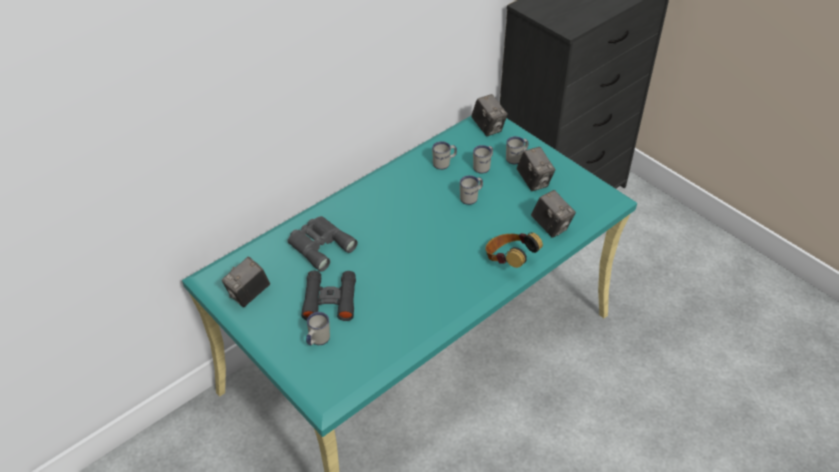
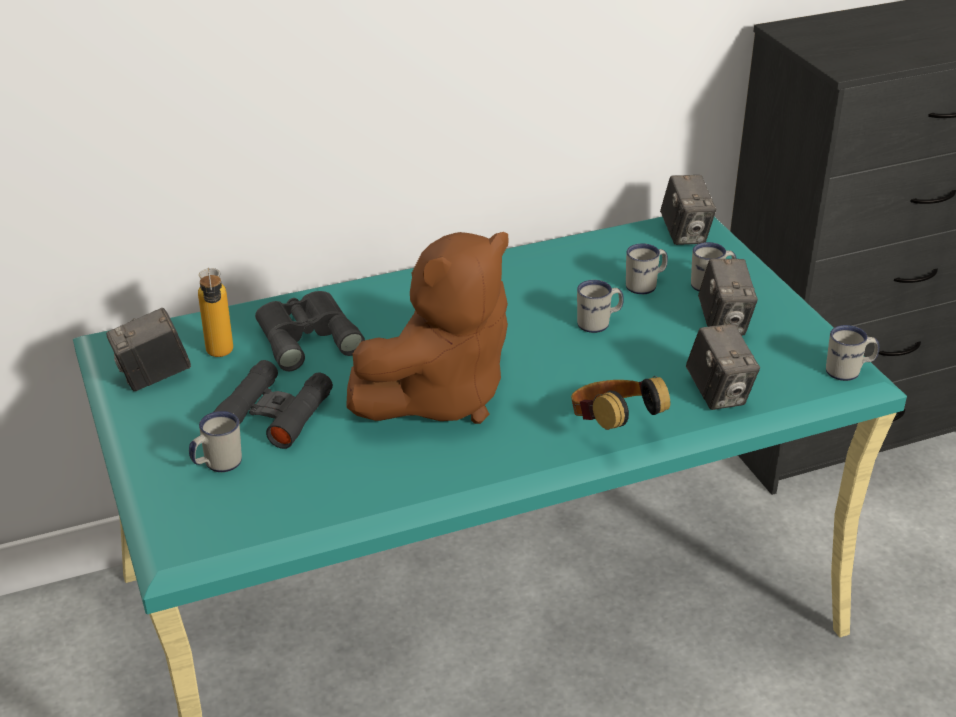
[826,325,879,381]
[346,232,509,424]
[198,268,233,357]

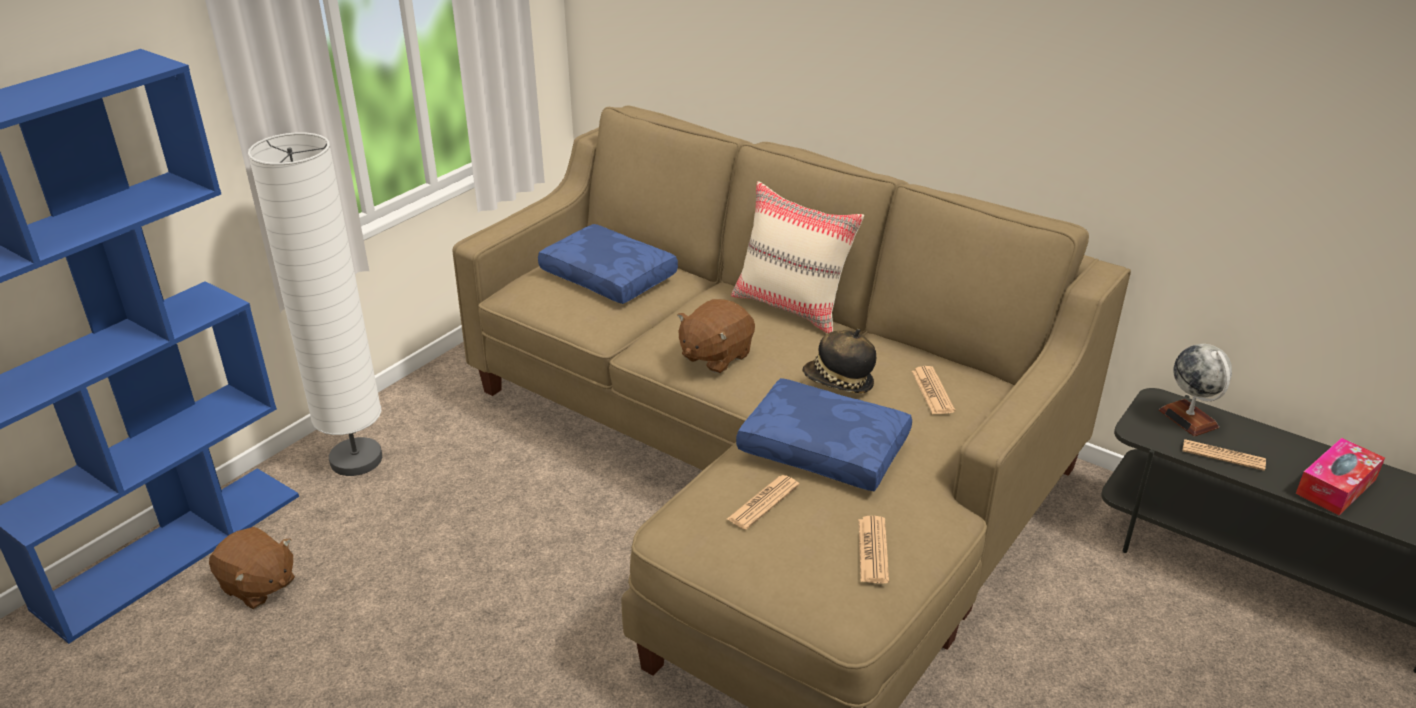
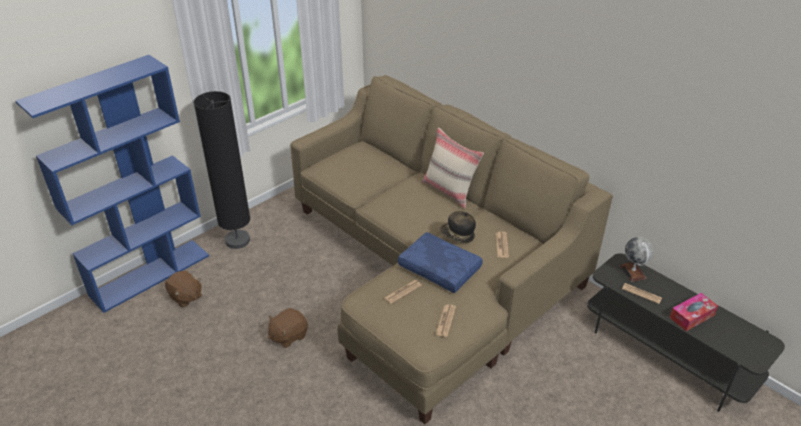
[193,91,250,249]
[538,224,678,304] (first image)
[268,308,308,348]

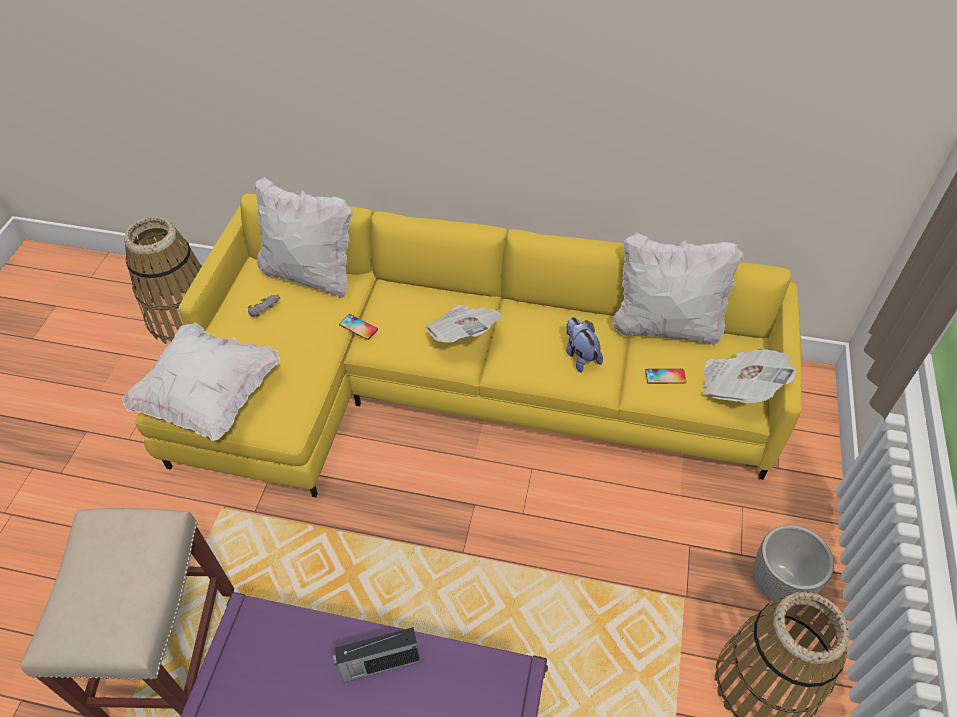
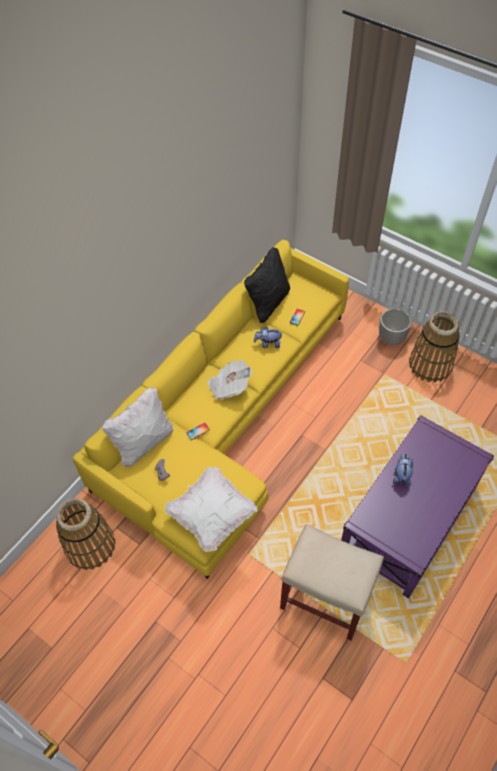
[244,247,290,323]
[703,348,796,404] (first image)
[393,453,413,487]

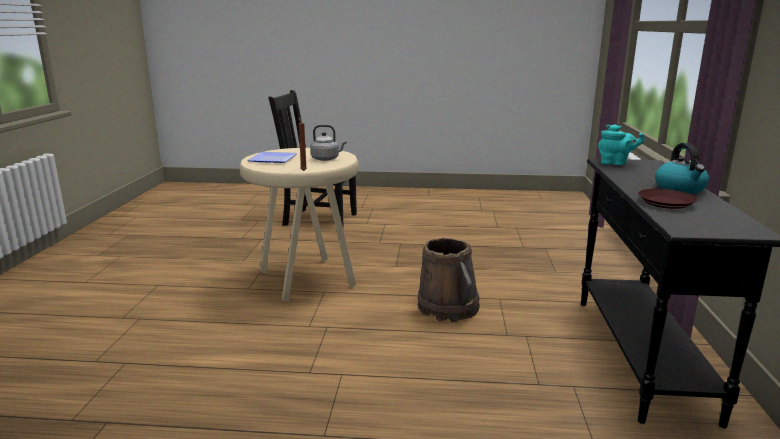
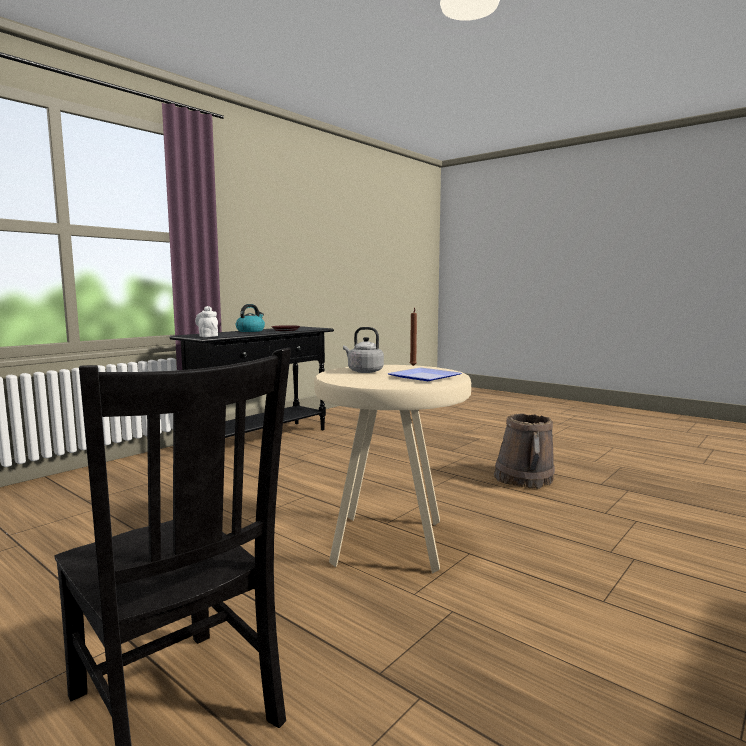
[195,306,218,337]
[494,413,555,489]

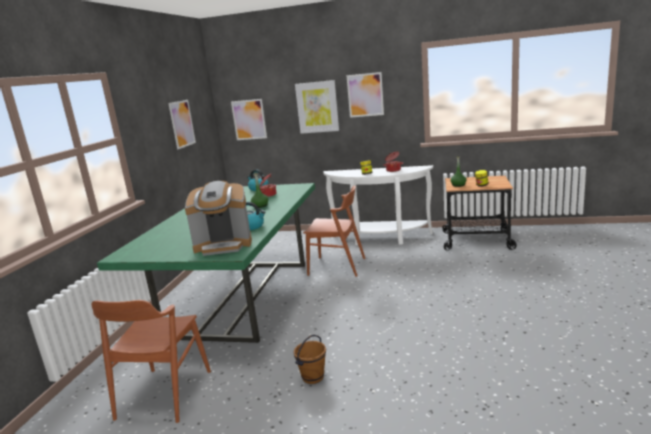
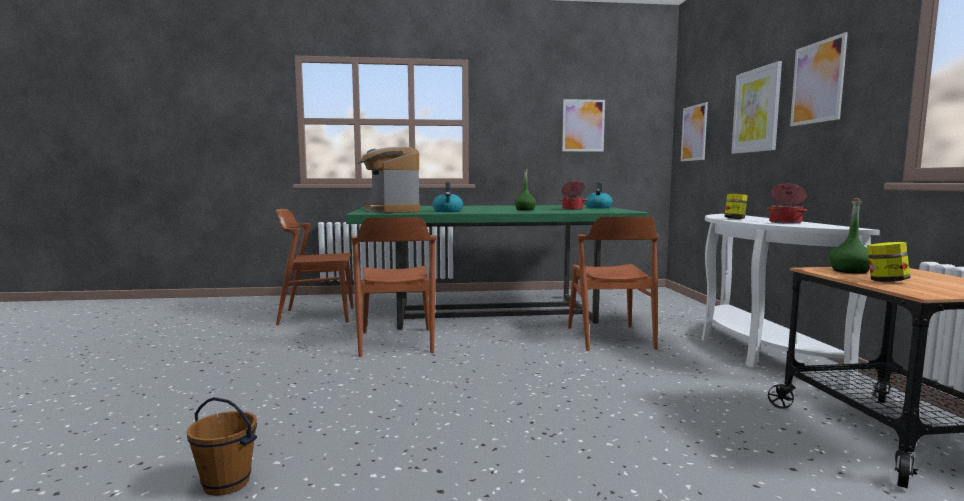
[186,397,257,496]
[351,217,436,357]

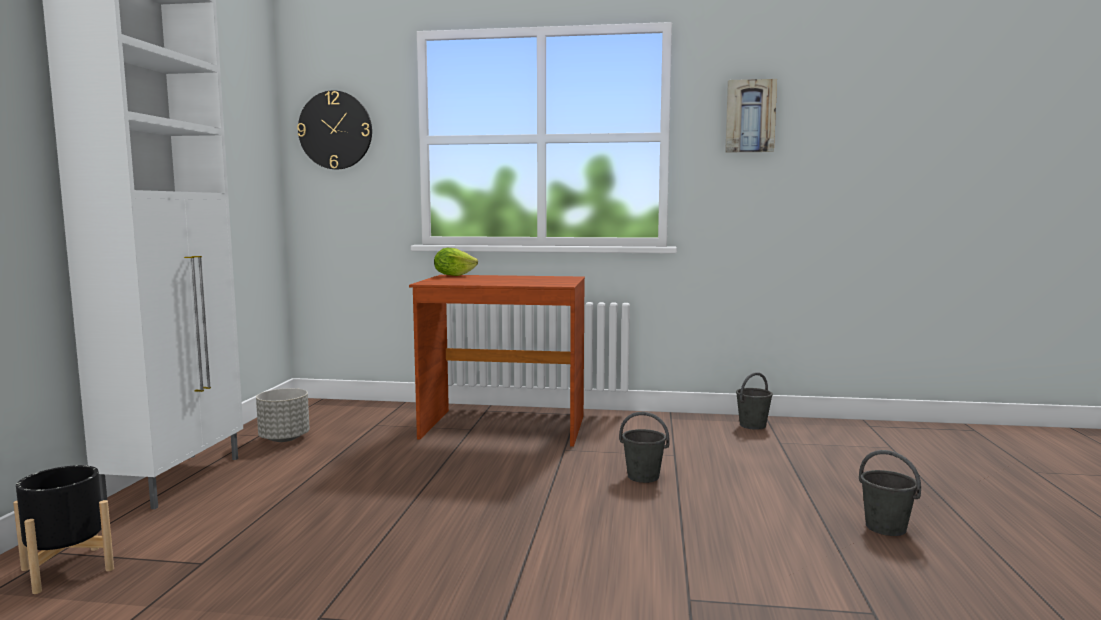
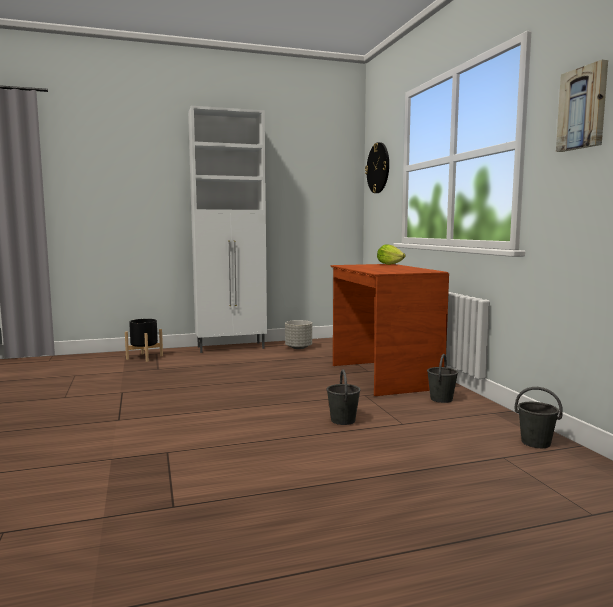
[427,354,458,403]

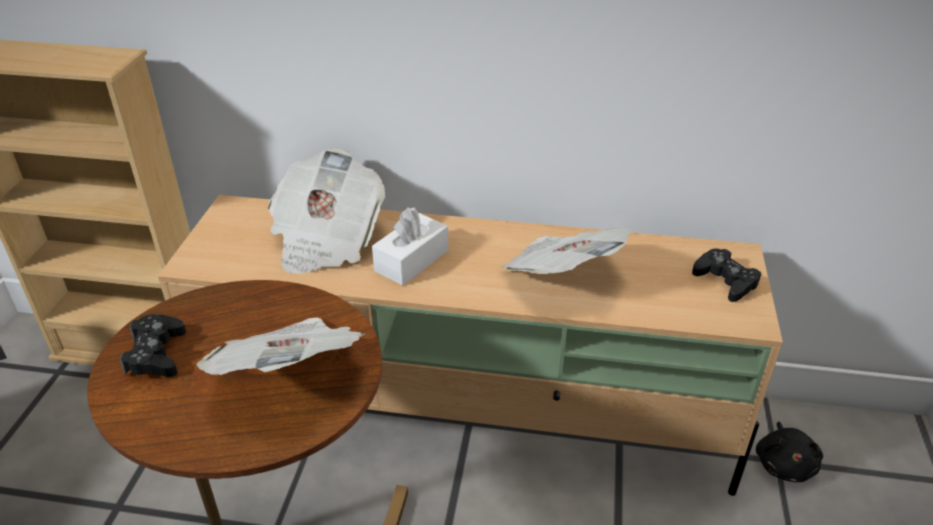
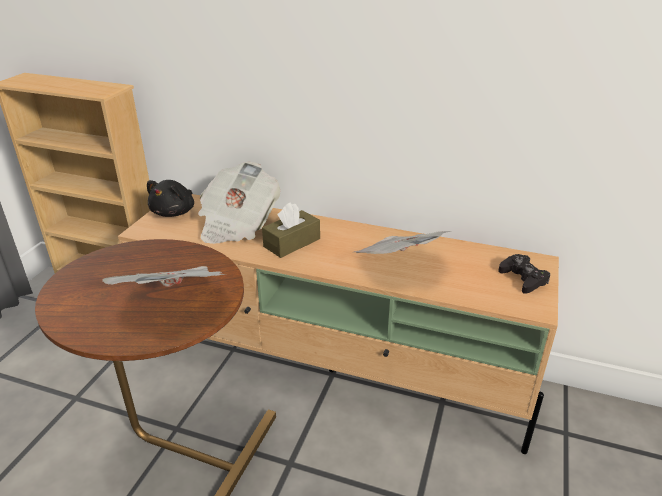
[262,202,320,258]
[120,314,186,377] (first image)
[147,180,194,217]

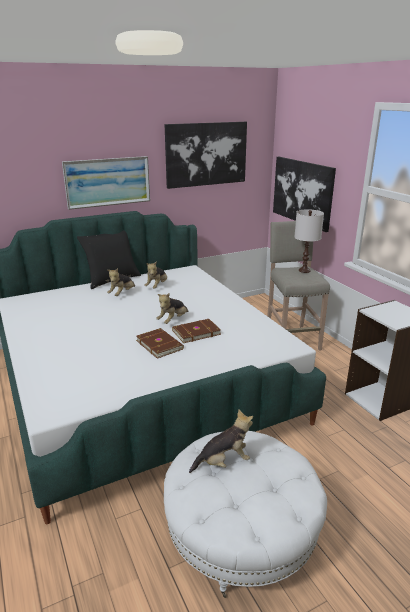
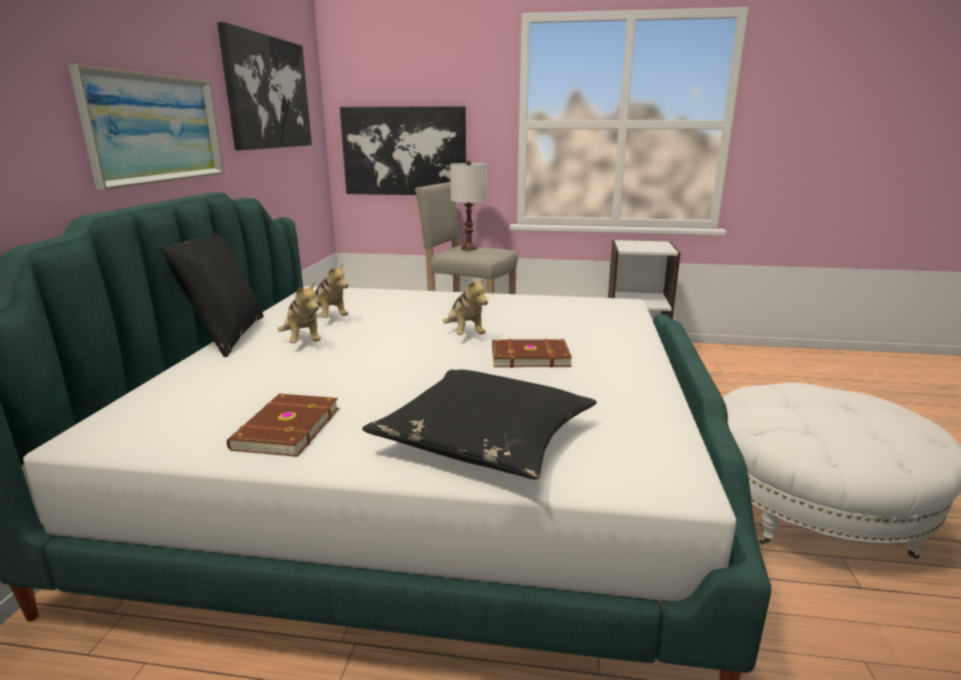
[227,394,339,457]
[189,409,253,473] (first image)
[362,370,597,479]

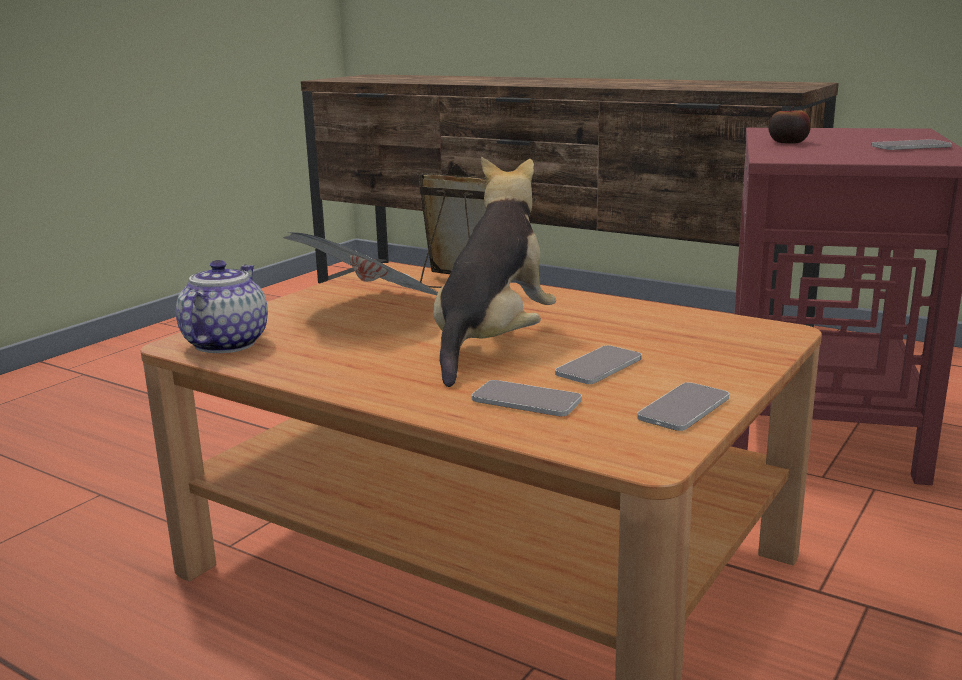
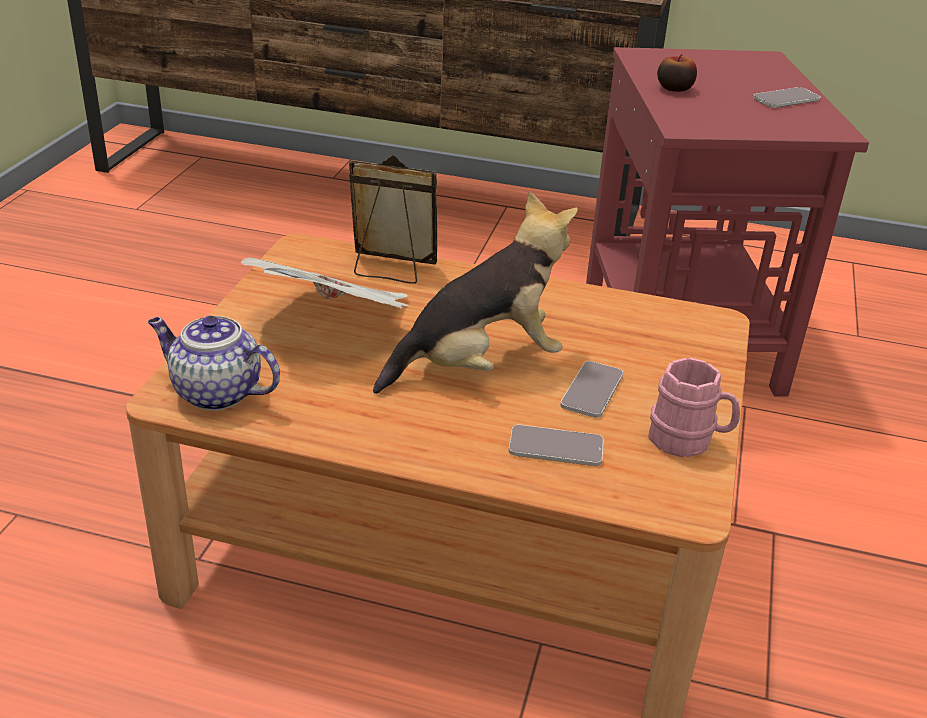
[373,191,578,394]
[148,316,280,411]
[648,358,740,457]

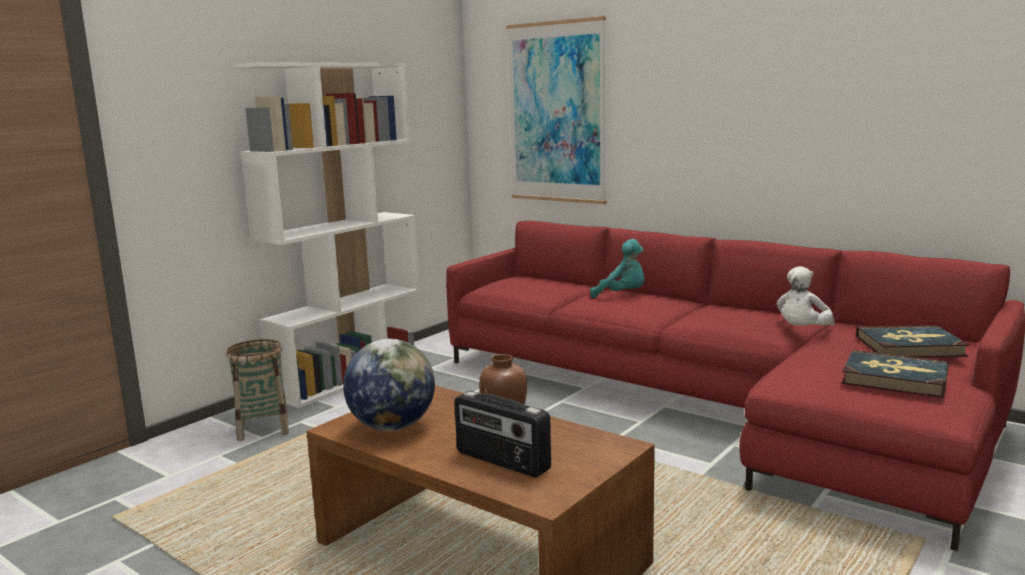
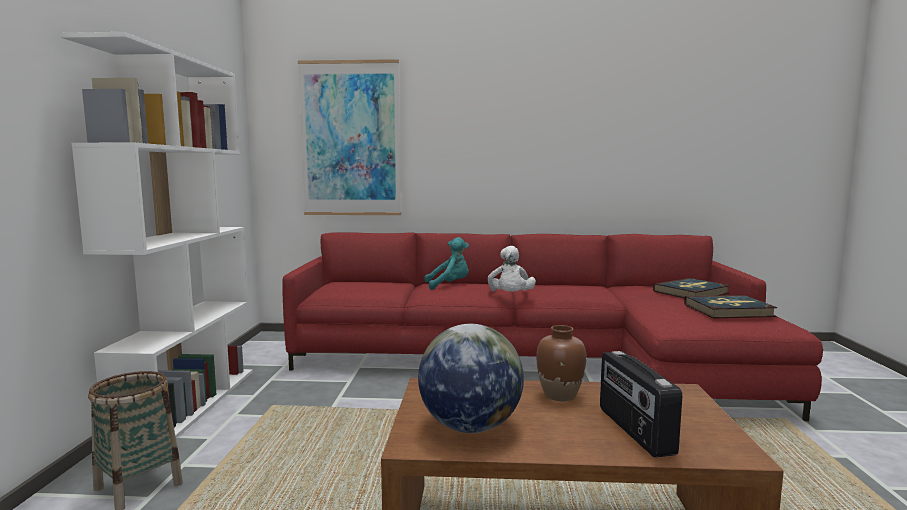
[488,246,536,292]
[600,351,682,458]

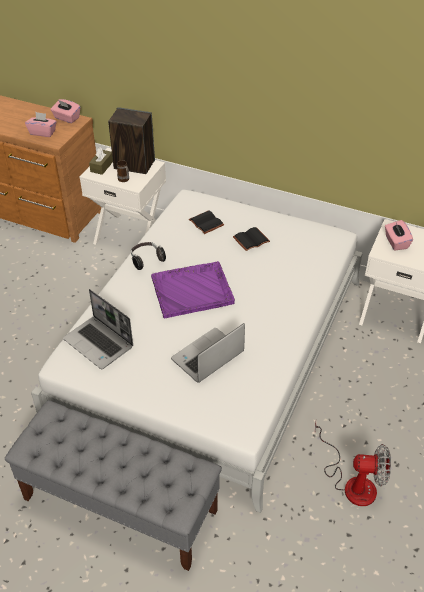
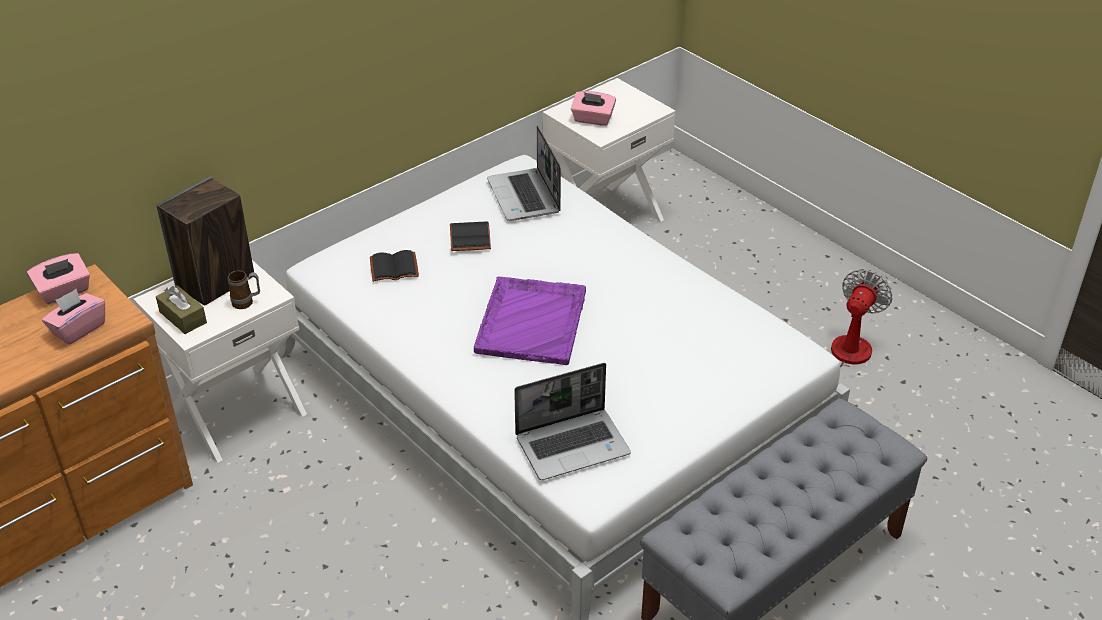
[131,242,166,270] (first image)
[487,125,561,221]

